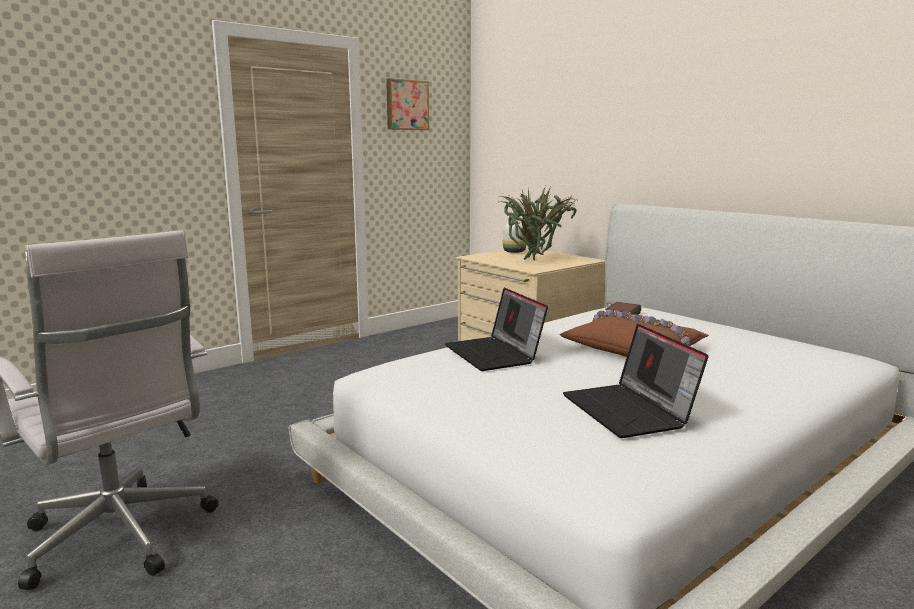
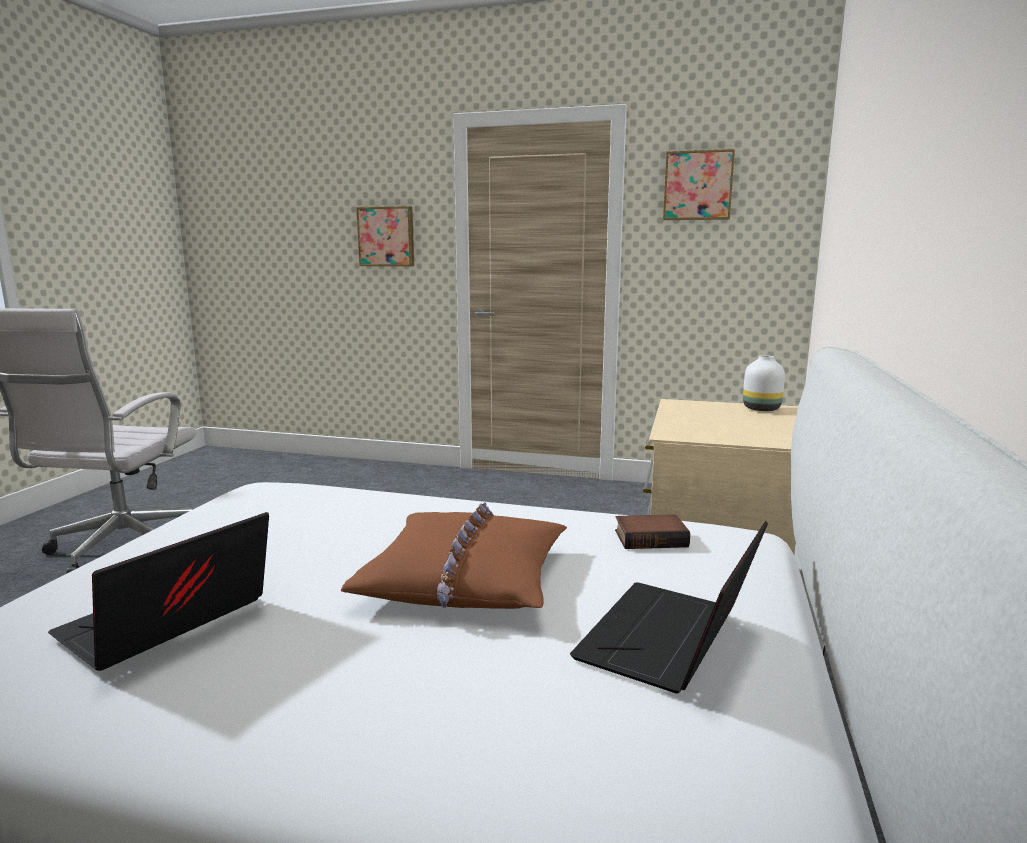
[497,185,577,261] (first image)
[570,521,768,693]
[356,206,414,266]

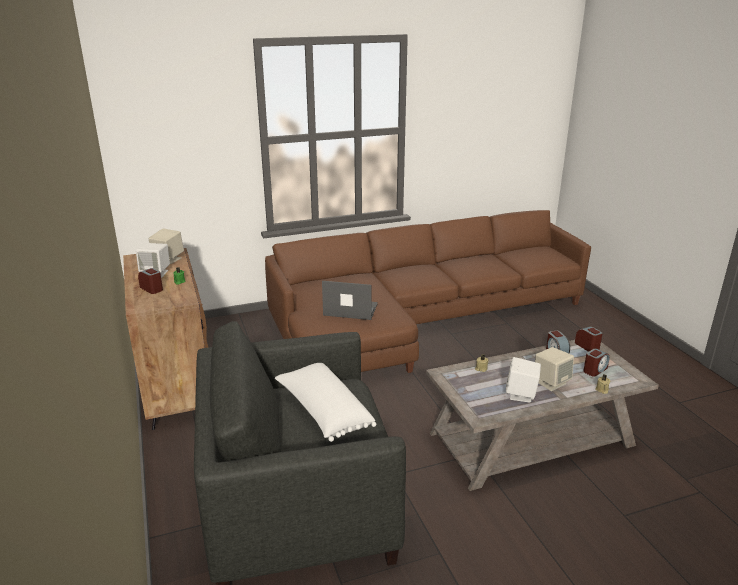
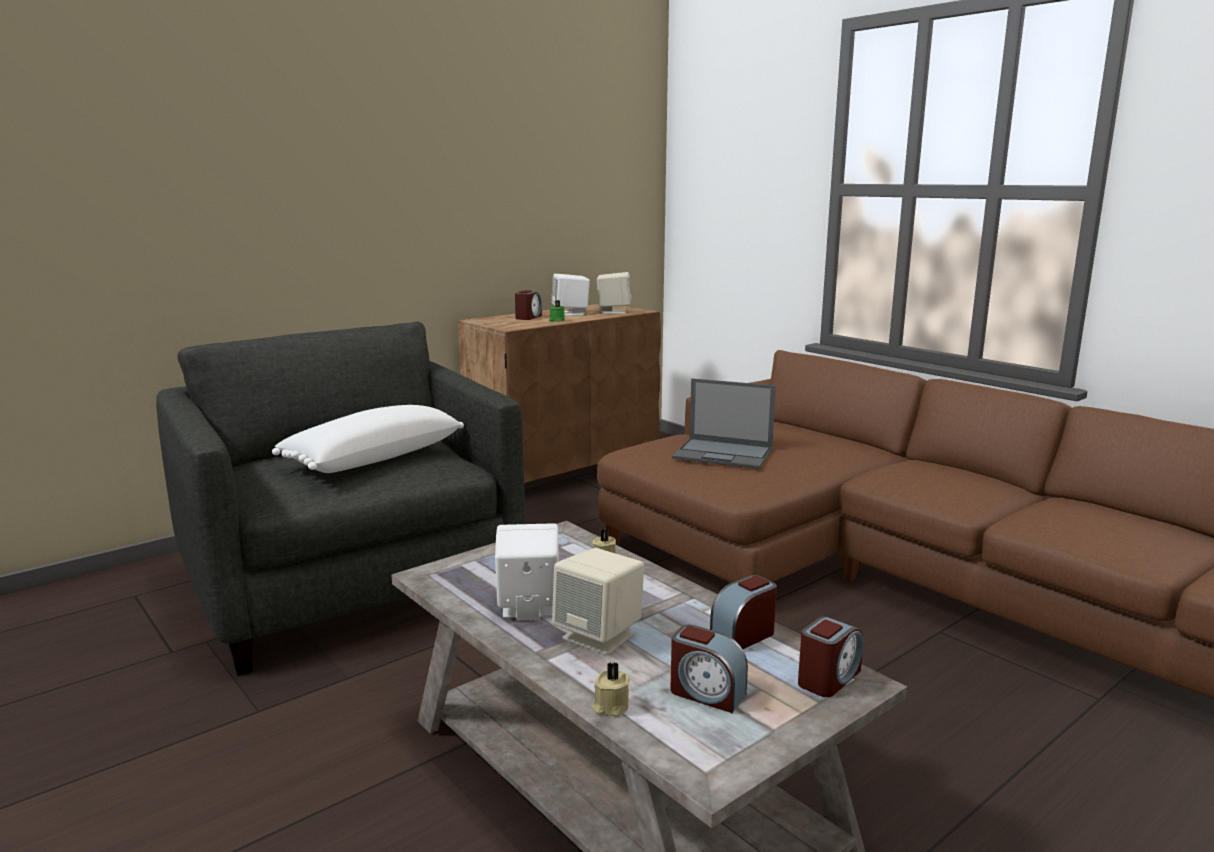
[672,378,776,469]

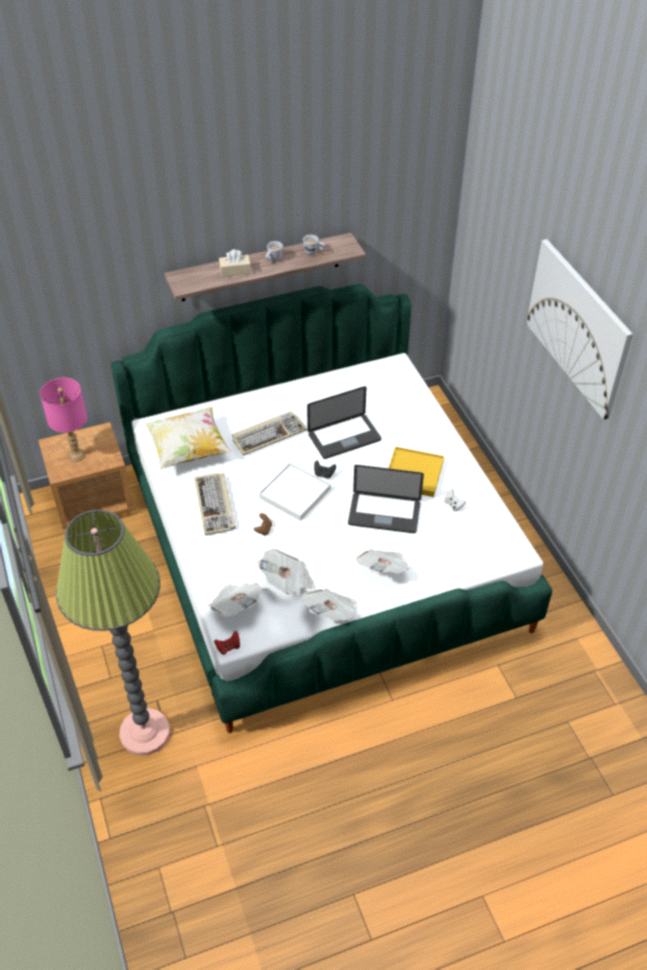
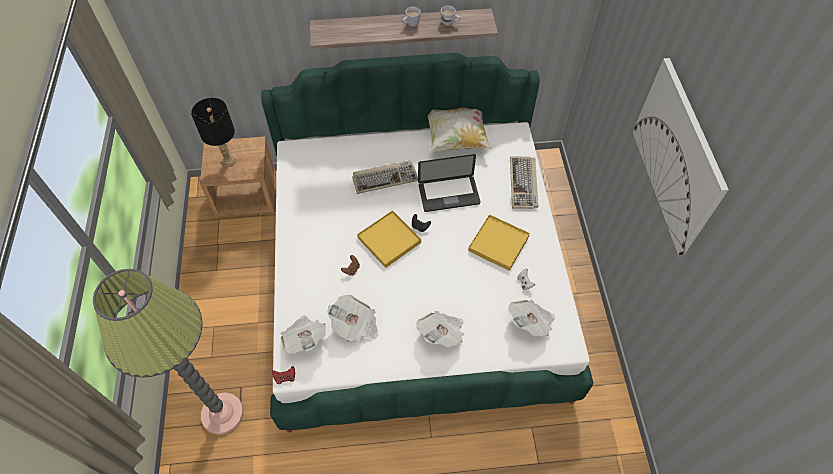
[219,249,251,278] (first image)
[191,98,236,167]
[428,108,491,153]
[357,210,421,268]
[348,465,424,533] (first image)
[510,157,539,209]
[508,300,555,336]

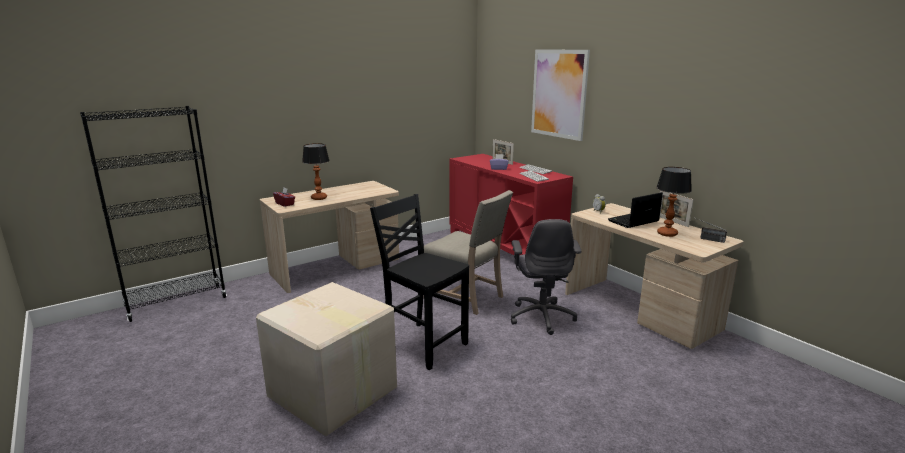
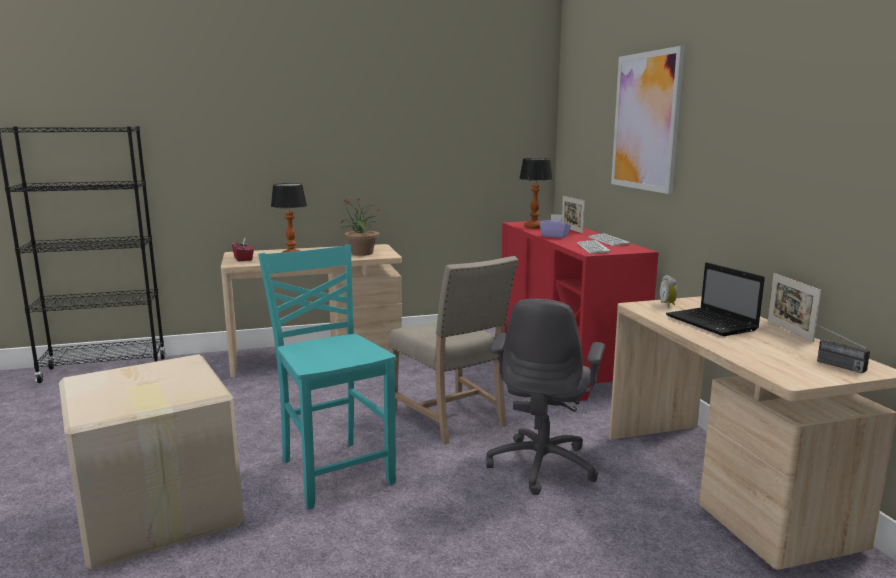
[519,158,553,229]
[666,262,765,336]
[258,244,396,510]
[340,197,381,256]

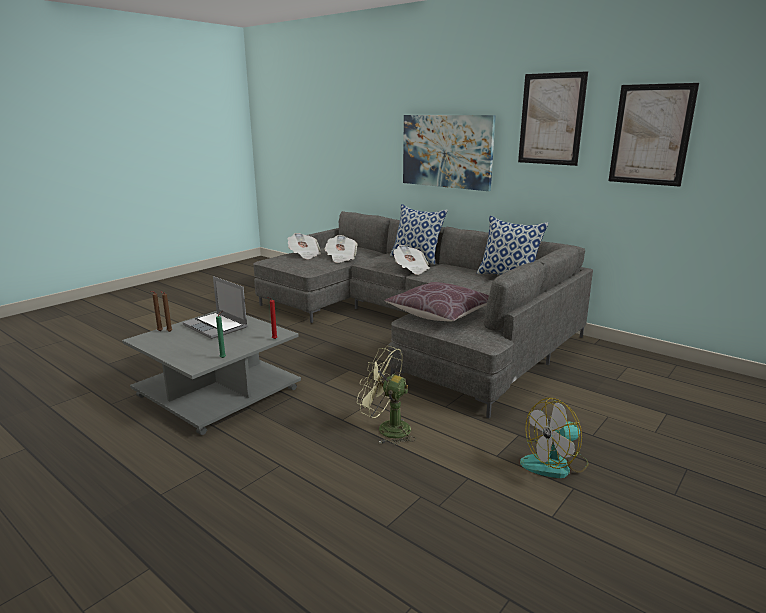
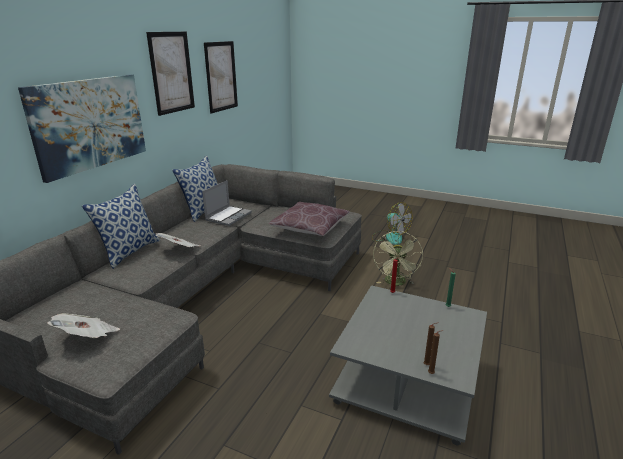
[324,235,358,263] (first image)
[202,180,252,226]

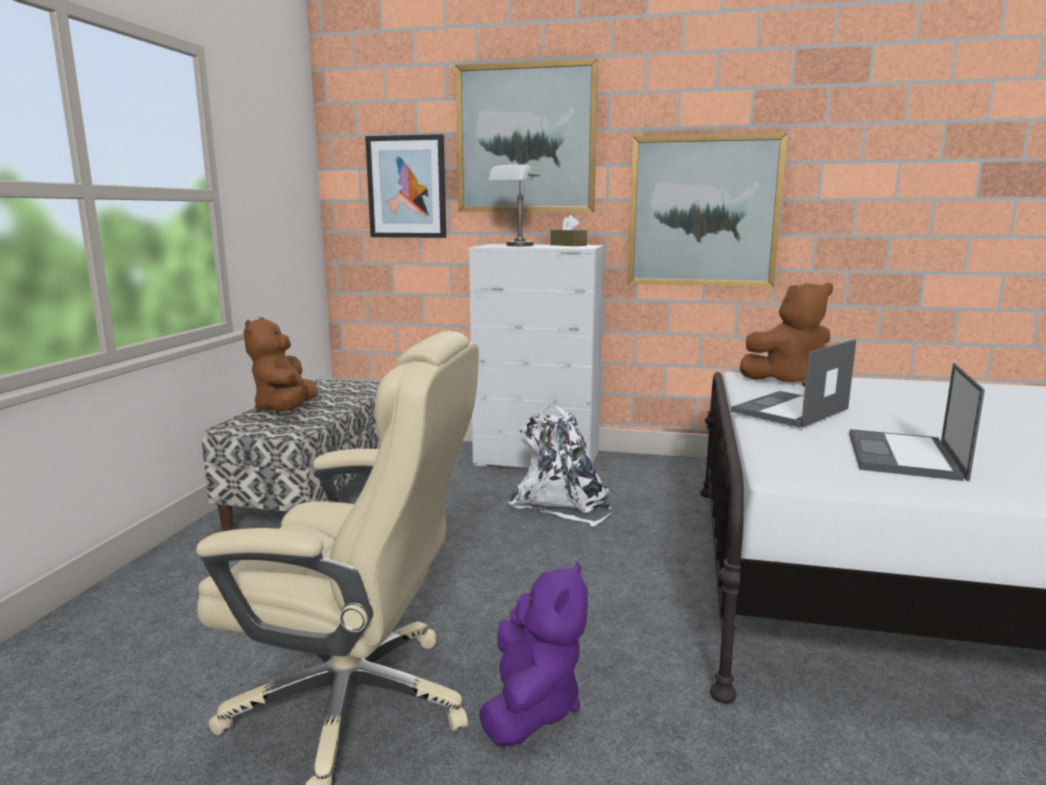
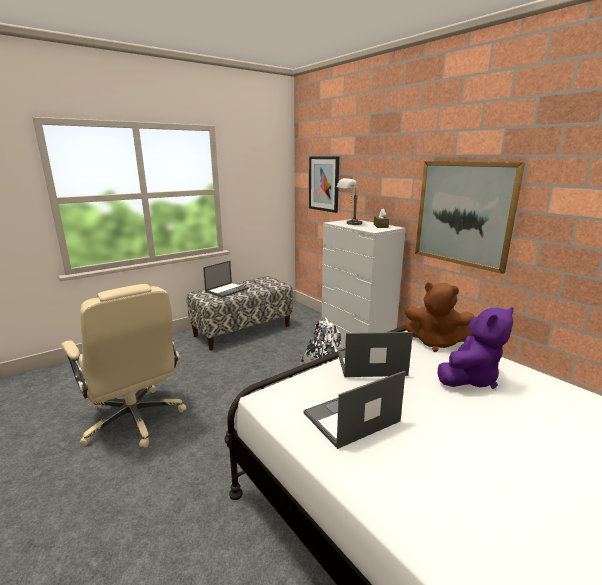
[455,58,598,212] (first image)
[203,261,249,298]
[437,307,513,389]

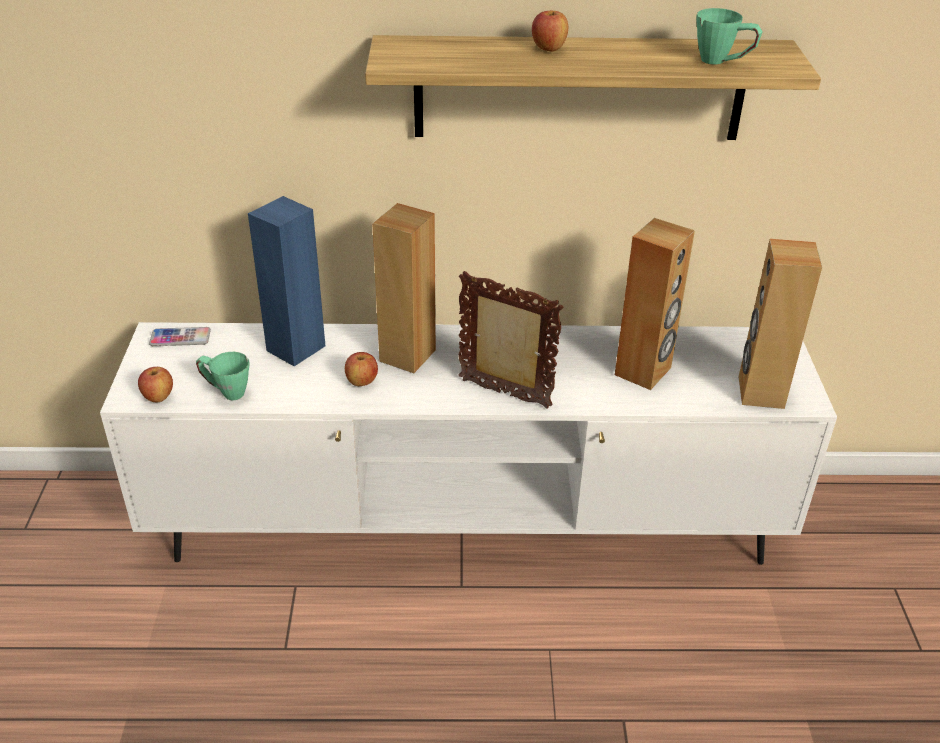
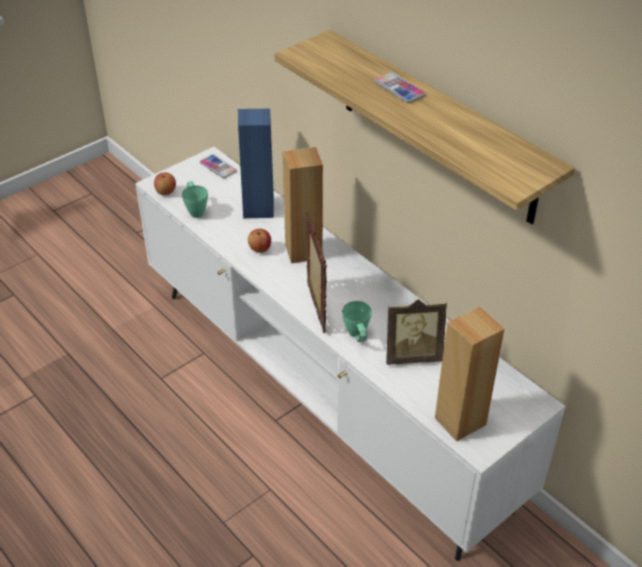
[342,301,372,342]
[374,72,426,103]
[386,299,447,365]

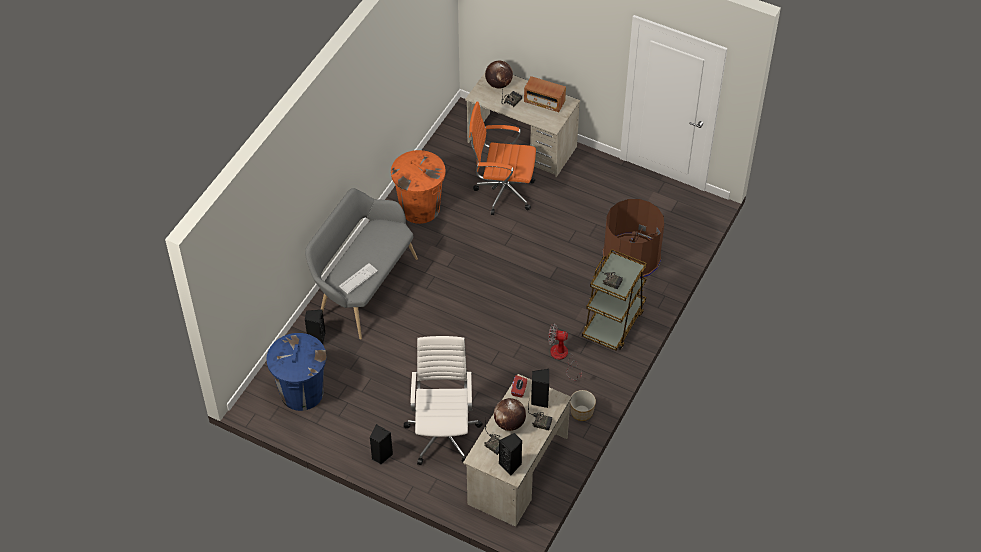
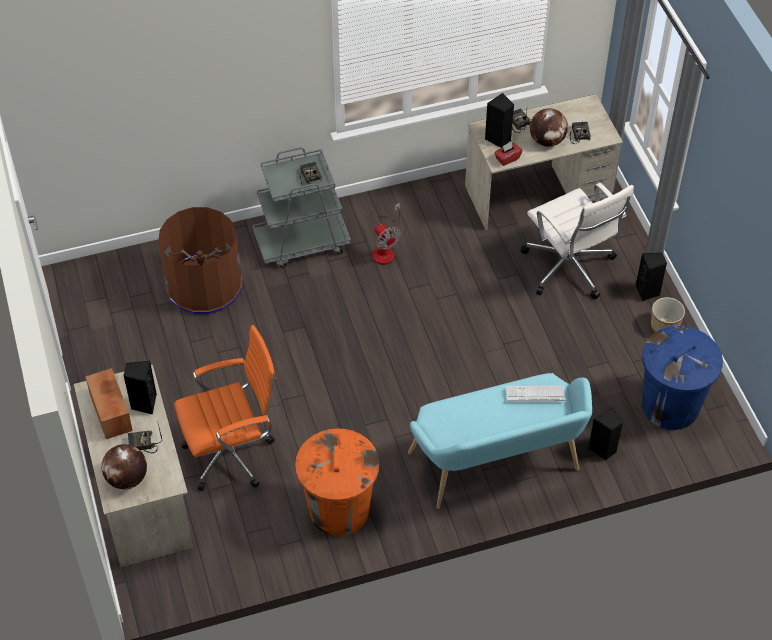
[174,325,276,491]
[408,373,592,509]
[253,147,351,268]
[521,183,634,299]
[651,297,685,332]
[123,361,157,415]

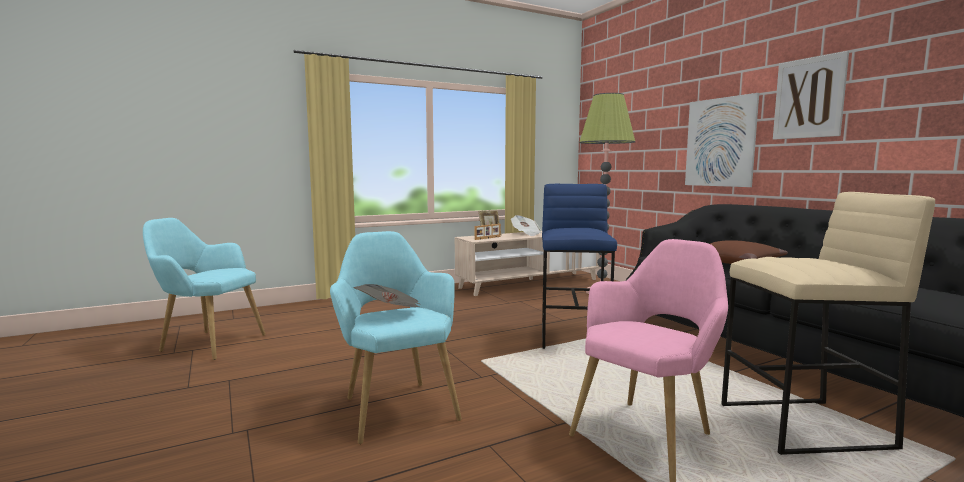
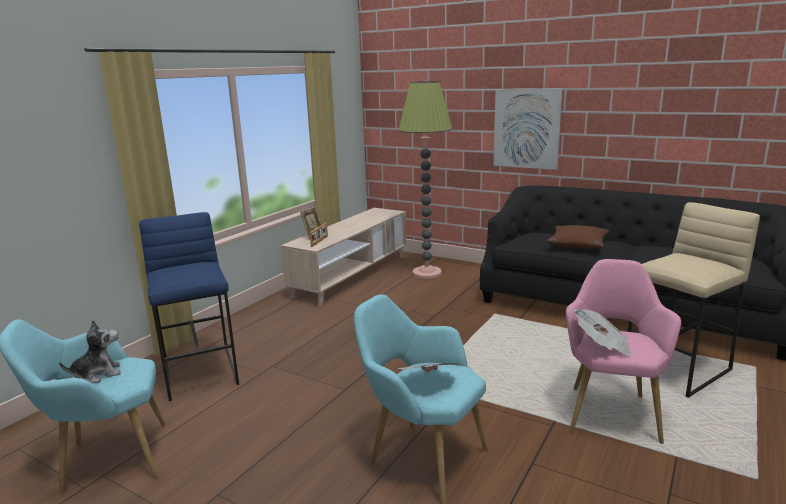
[773,51,849,140] (first image)
[139,212,239,401]
[574,309,633,356]
[59,320,121,383]

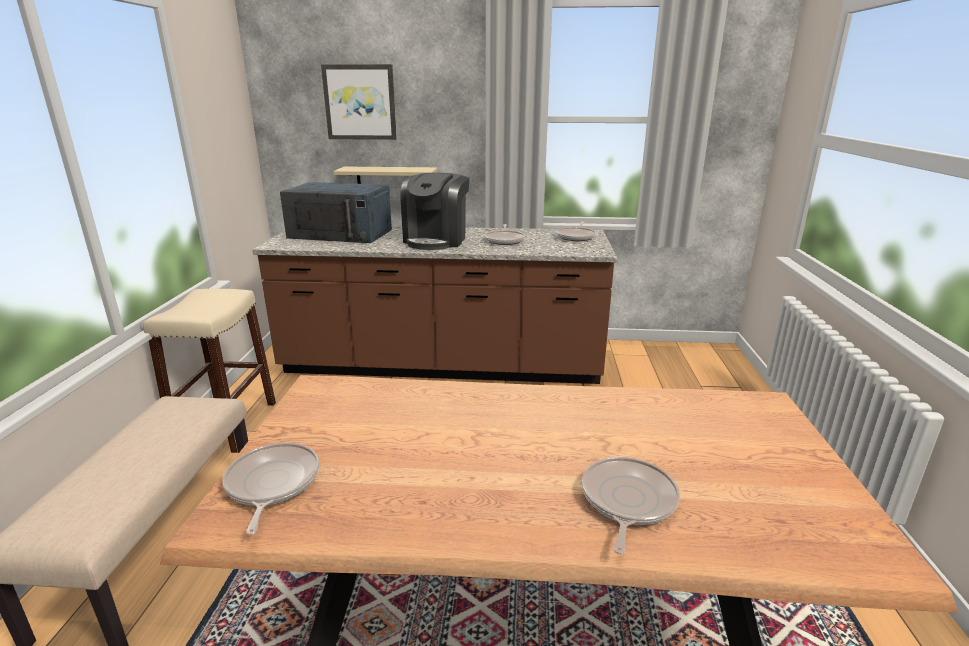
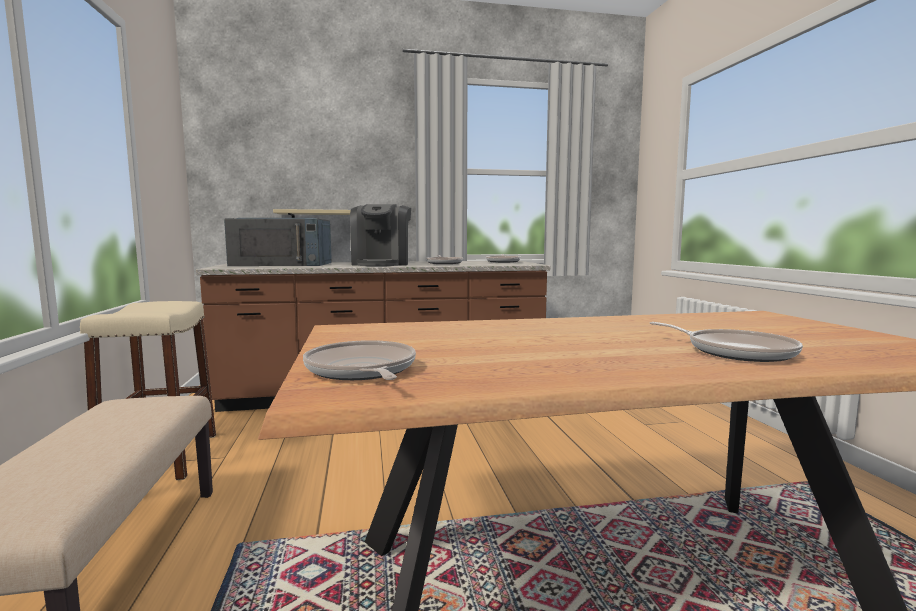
[321,64,397,140] (first image)
[650,322,803,362]

